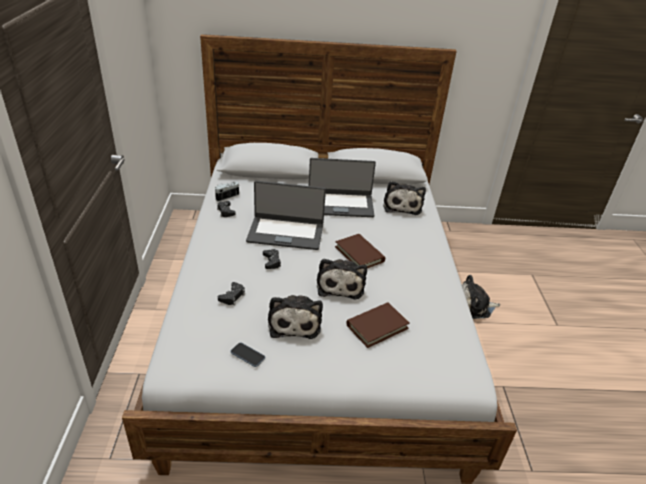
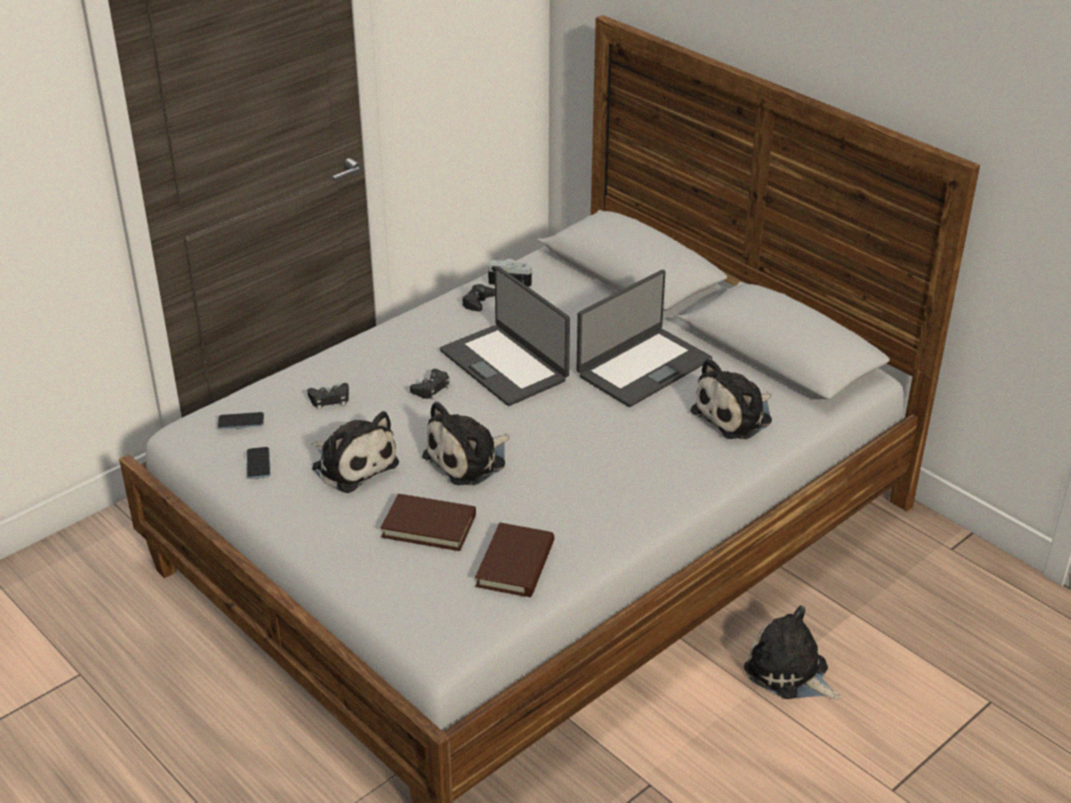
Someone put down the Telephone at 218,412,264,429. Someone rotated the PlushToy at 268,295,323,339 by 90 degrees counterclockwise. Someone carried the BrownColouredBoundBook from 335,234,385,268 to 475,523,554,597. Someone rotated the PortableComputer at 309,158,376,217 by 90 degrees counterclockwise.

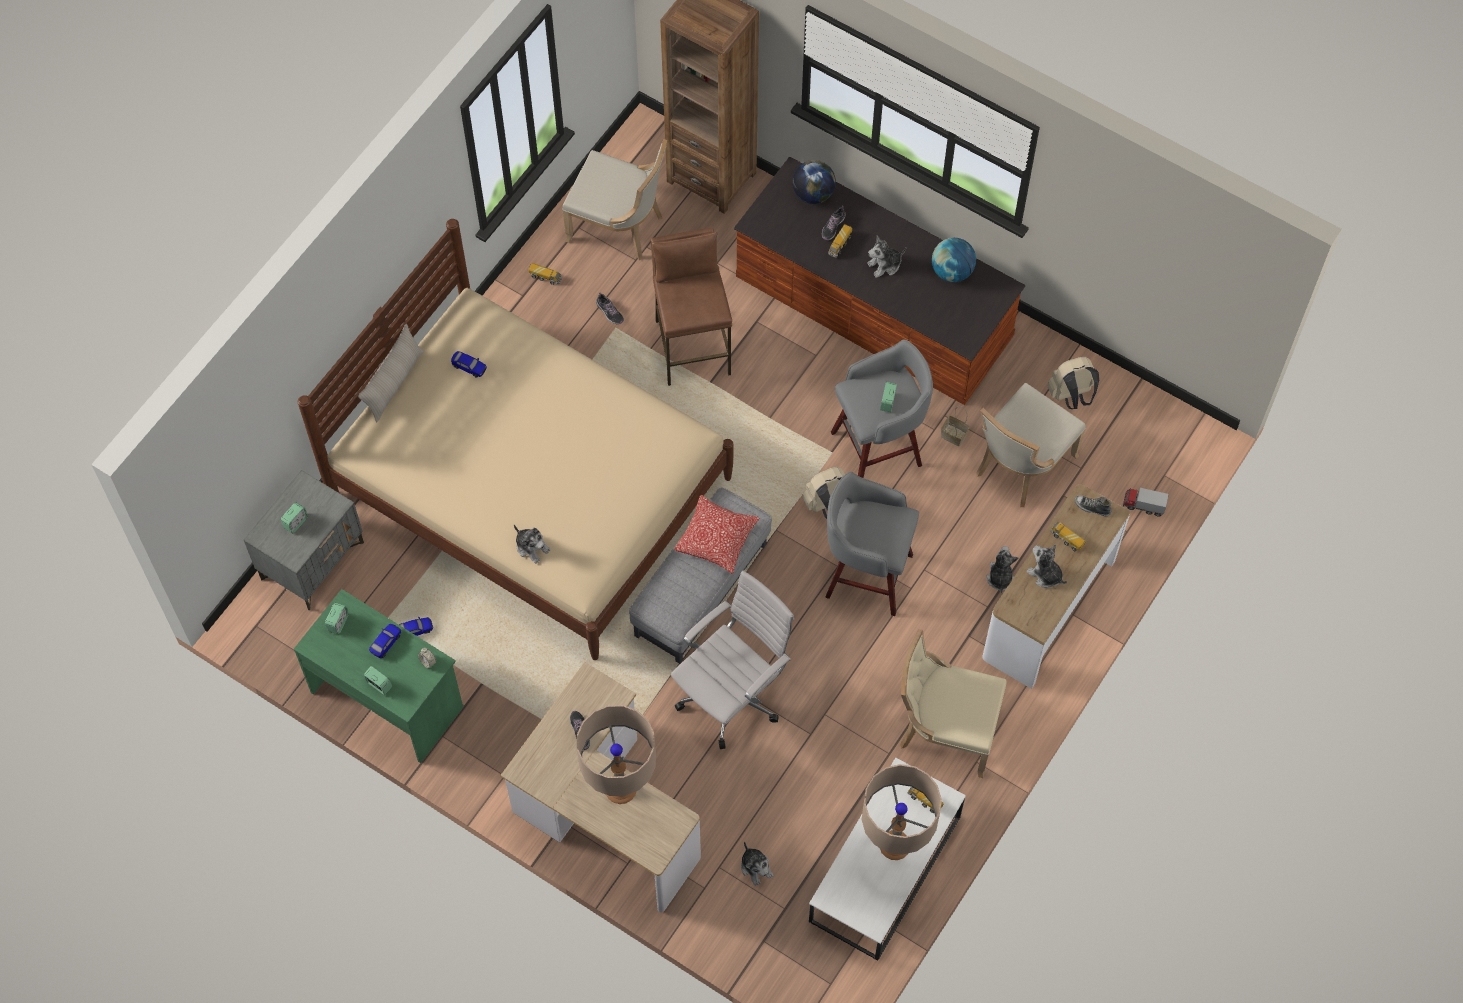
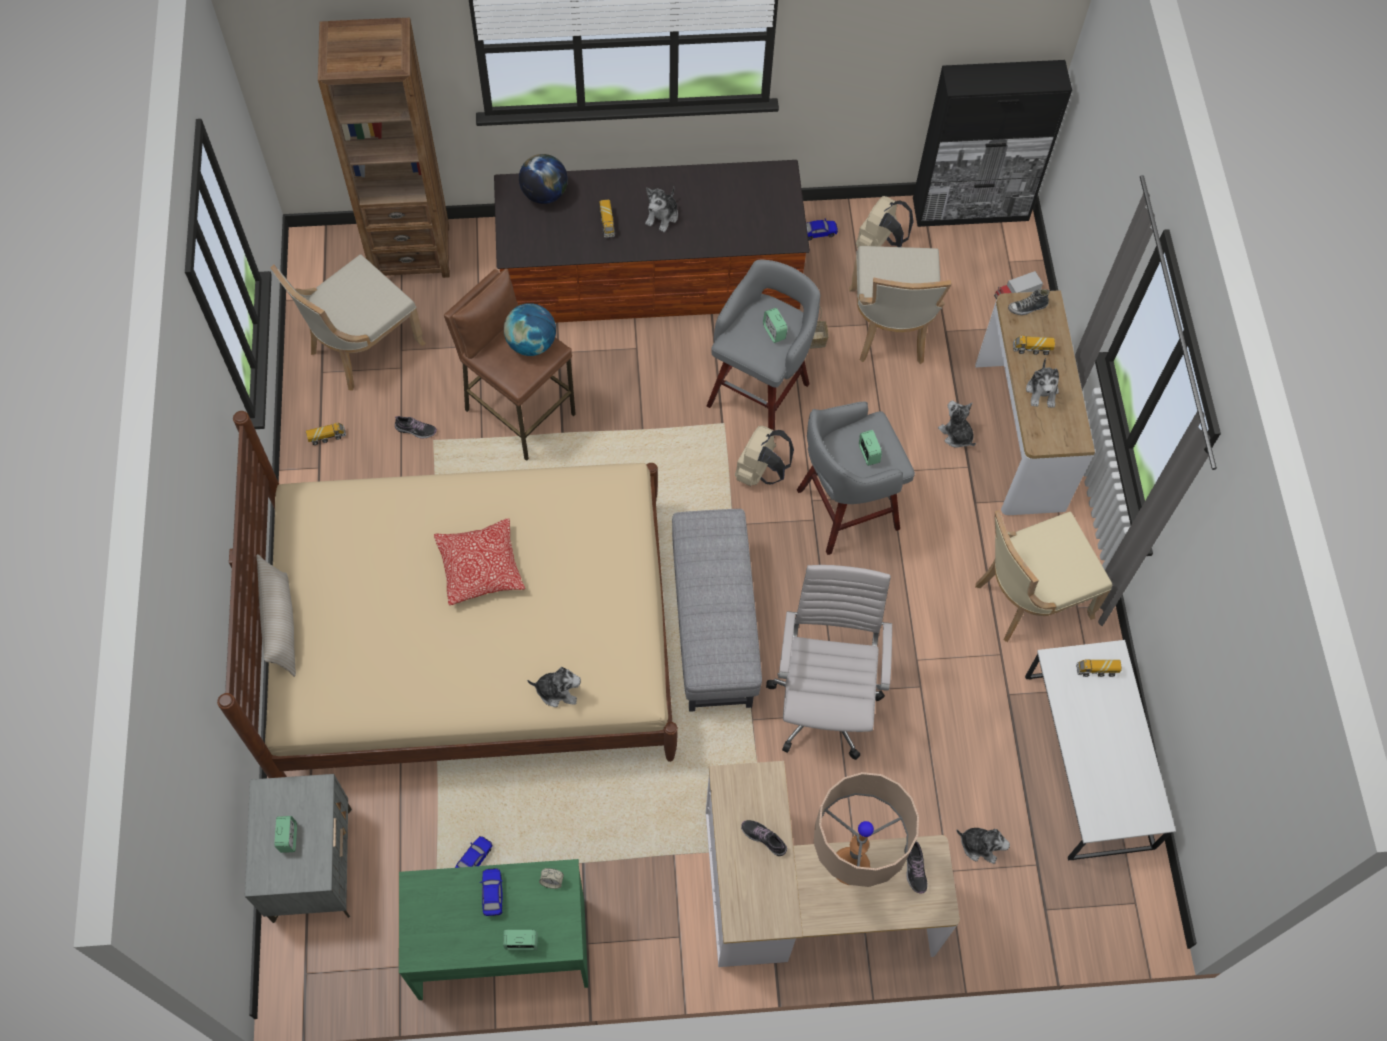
Someone rotated the BeigeChair at 562,139,667,260 by 150 degrees clockwise. Someone carried the Pillow from 674,495,759,574 to 434,518,525,605. Someone carried the WorldGlobe from 932,237,976,282 to 504,303,556,356. Someone carried the ToyCar from 451,351,487,378 to 806,219,838,240. Someone carried the BedsideClock from 325,603,349,635 to 859,430,882,466. Someone carried the ItemOfFootwear from 822,206,846,240 to 905,841,927,893. Someone put down the BlackColouredStorageCabinet at 913,60,1072,227. Someone rotated the PlushToy at 1027,544,1067,588 by 90 degrees counterclockwise. Someone took away the BeigeTableLamp at 862,764,942,860.

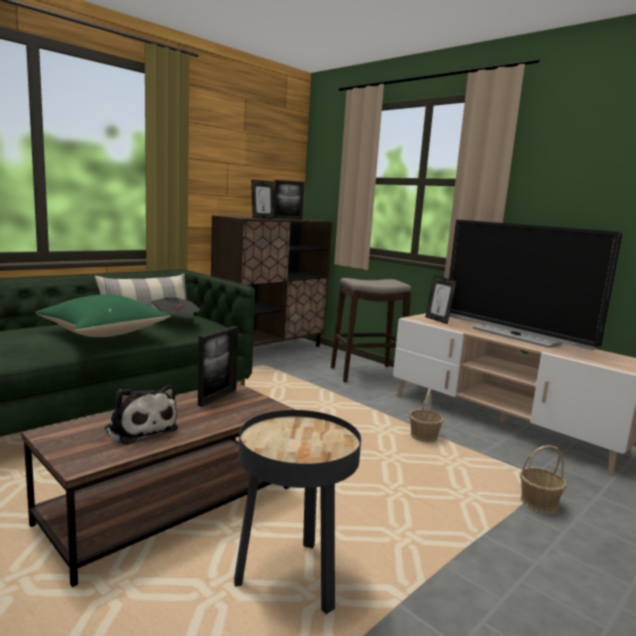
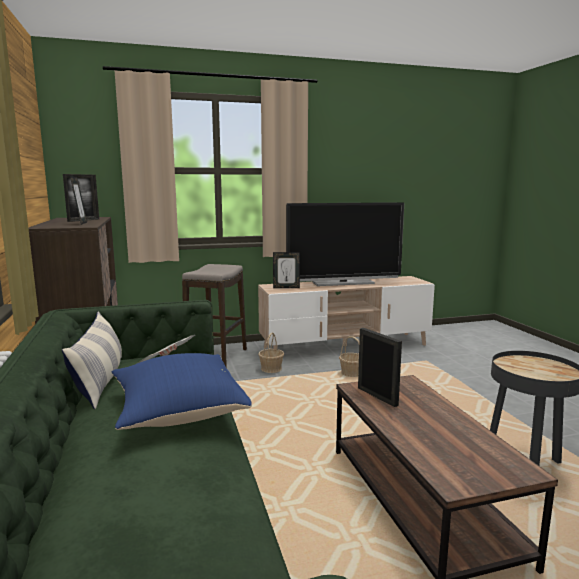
Someone repainted the GreenishPillow at 35,294,171,337, which became the BluePillow at 112,353,252,430. Someone carried the StorageBasket from 520,445,566,514 to 258,332,284,373. Someone took away the PlushToy at 105,384,178,445.

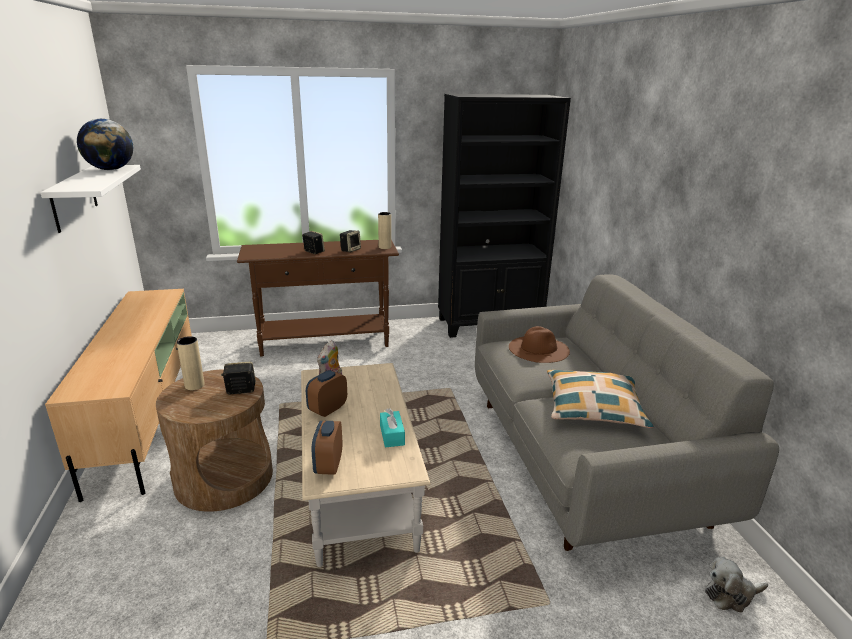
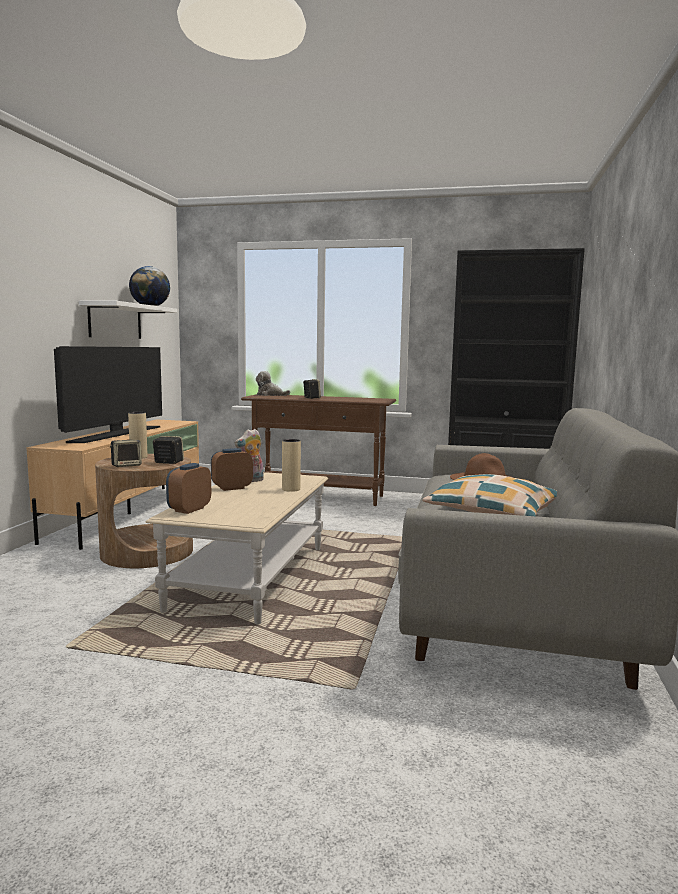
Someone put down the TvSet at 54,346,162,443. Someone carried the AudioSpeaker from 340,230,361,252 to 110,440,142,467. Someone carried the PlushToy from 705,557,768,613 to 256,371,290,396. Someone carried the BeigeDecorativeVase from 378,212,391,249 to 282,439,301,492. Someone took away the TurquoiseColouredTissueBox at 380,408,405,447.

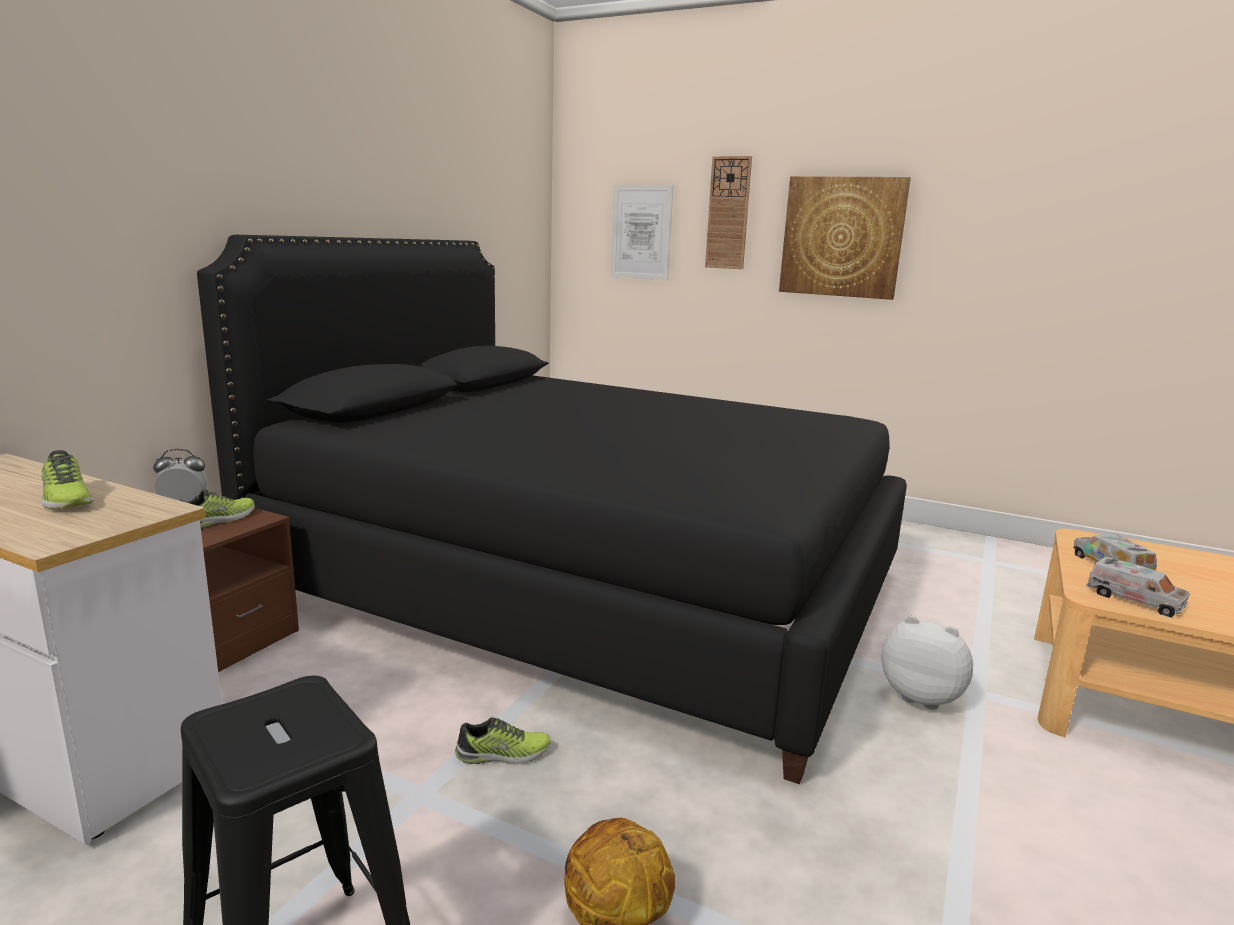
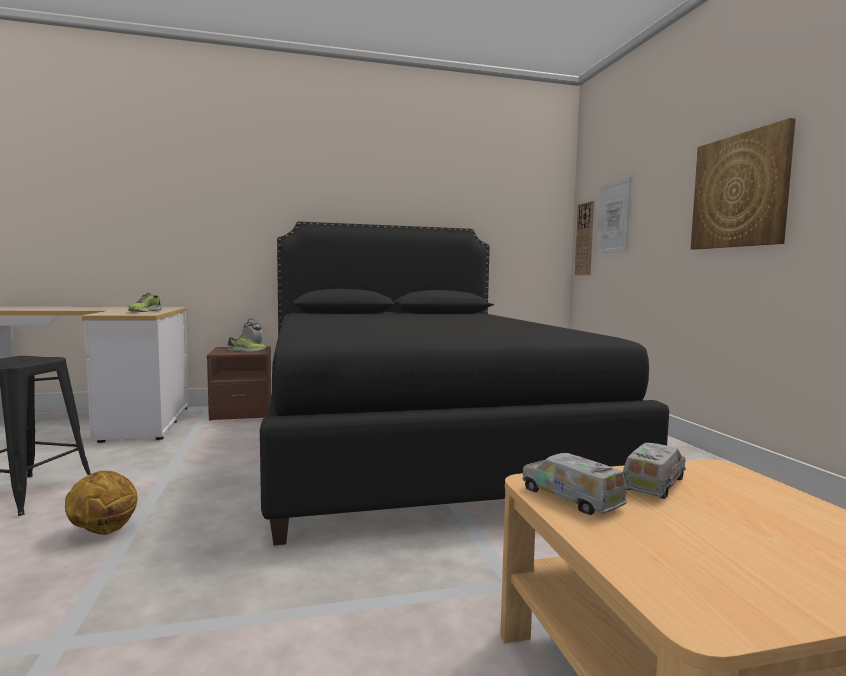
Someone rotated the ModelTruck at 1086,557,1190,617 by 135 degrees clockwise. Someone carried the WallClock from 705,156,752,269 to 575,201,594,275. Someone took away the ItemOfFootwear at 455,717,551,764. Someone took away the PlushToy at 881,616,973,710.

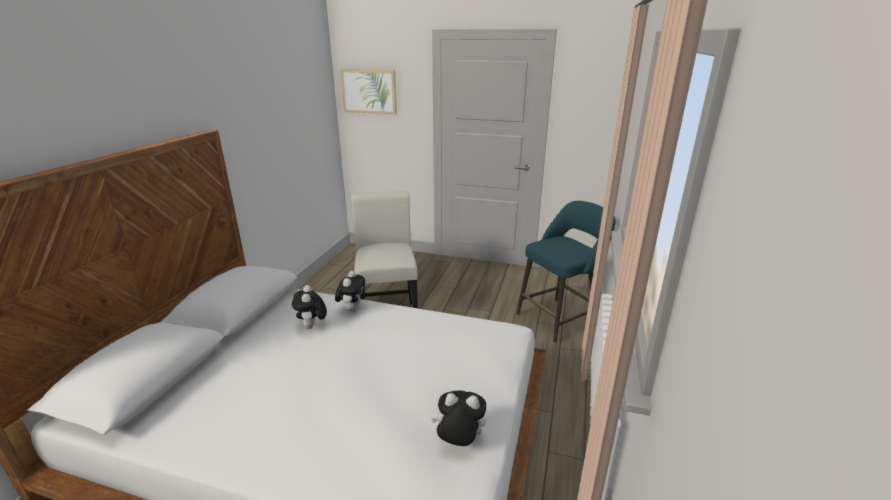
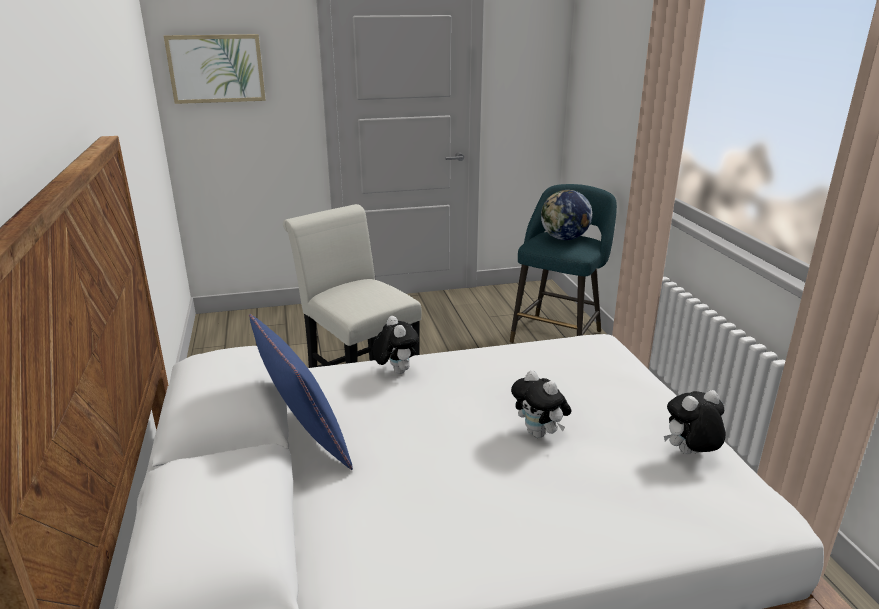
Someone put down the BluePillow at 249,314,353,470. Someone carried the PlushToy from 292,285,327,329 to 511,370,571,438. Someone put down the WorldGlobe at 541,190,592,240.

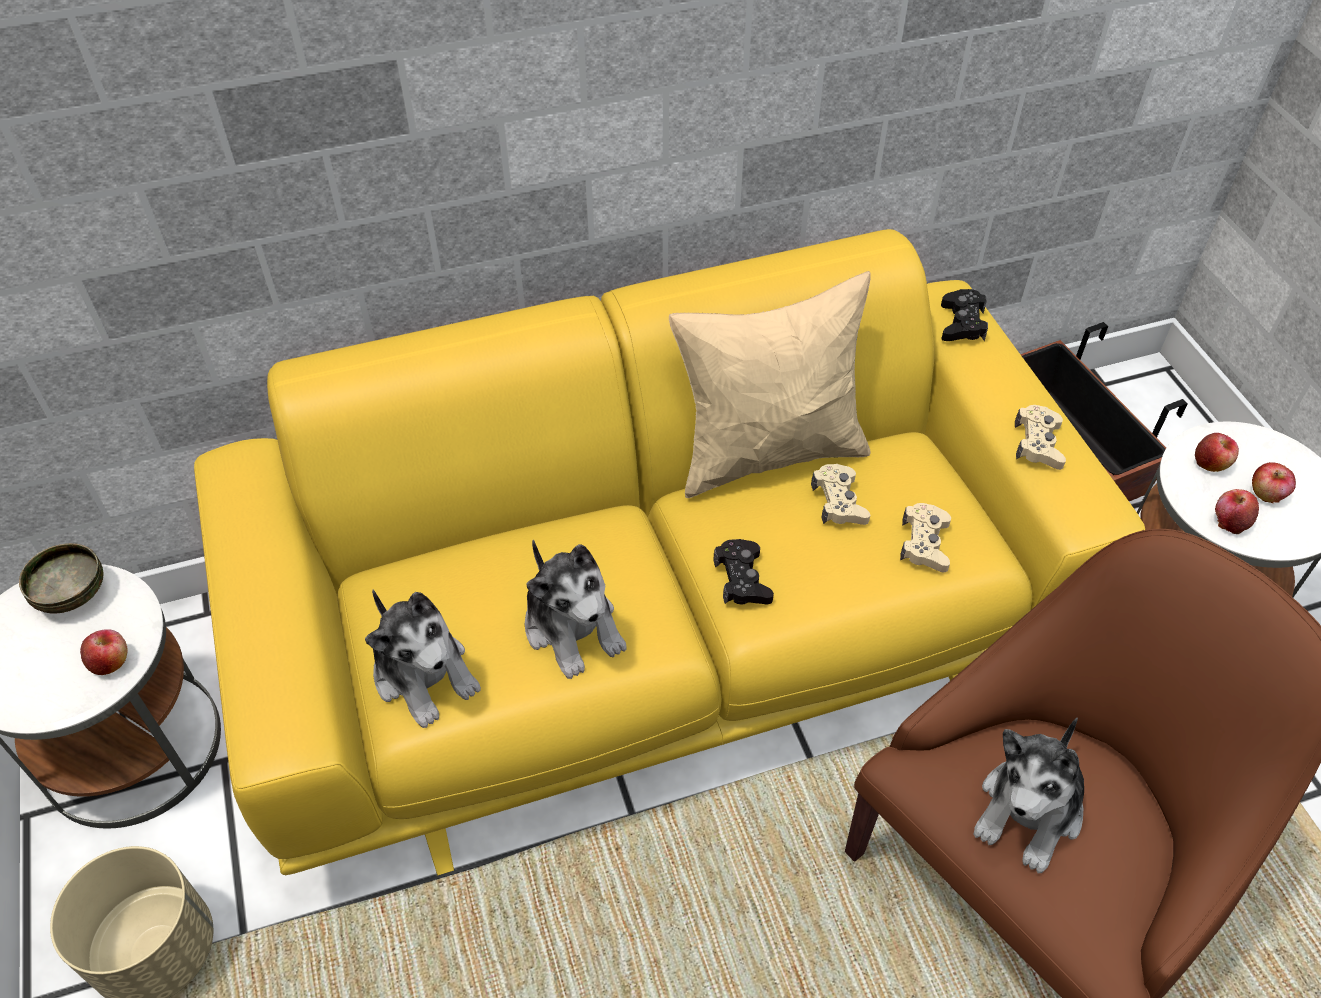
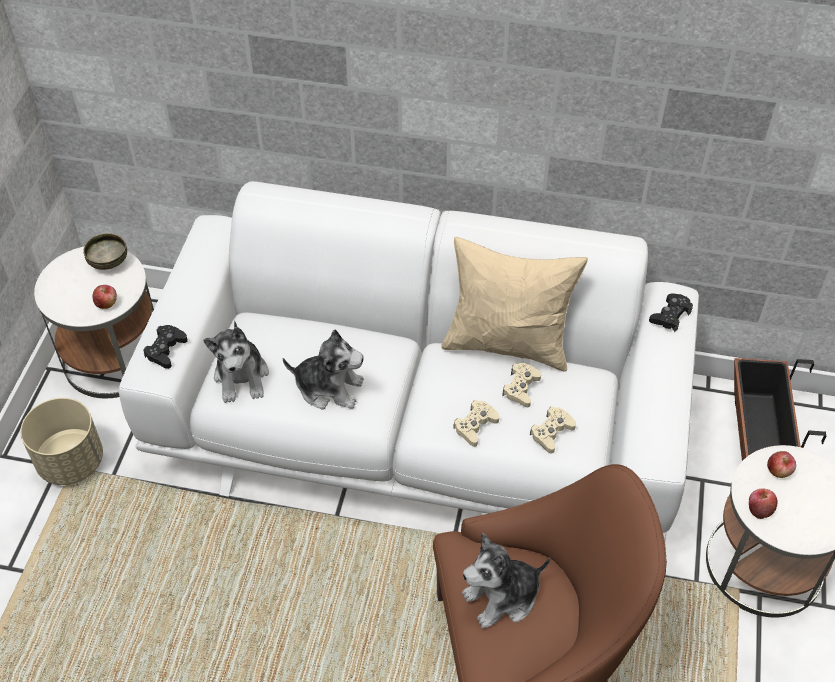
Someone repainted the YellowishSofa at 194,229,1145,875, which became the WhiteColouredSofa at 119,181,699,543. Someone carried the BlackColouredJoypad from 713,539,774,604 to 143,325,188,369. Someone rotated the PlushToy at 525,540,627,679 by 75 degrees counterclockwise. Someone carried the BeigeJoypad from 1015,405,1066,470 to 453,400,499,447. Someone took away the Apple at 1252,462,1296,503.

